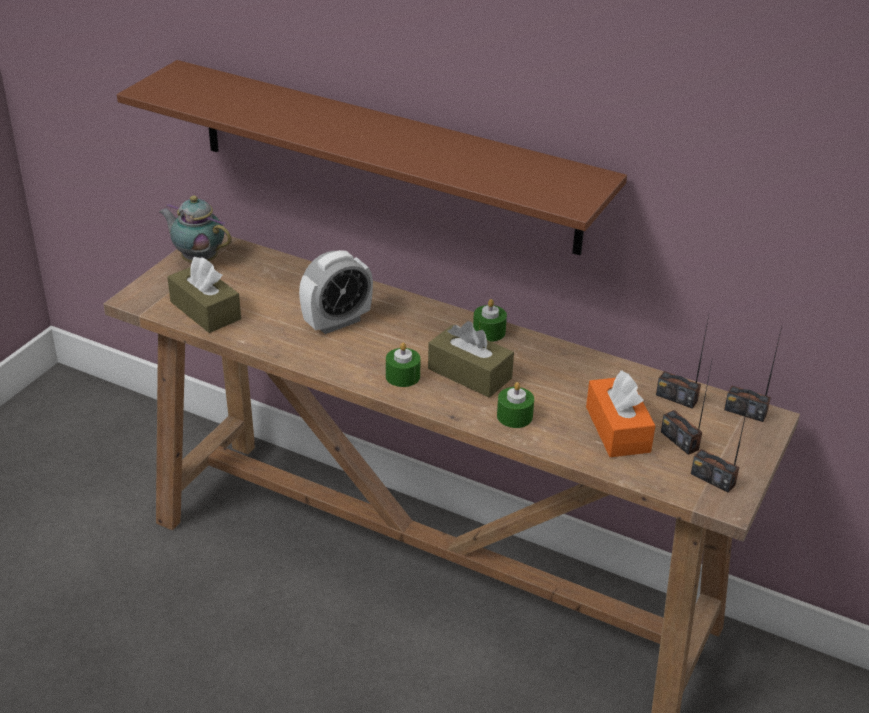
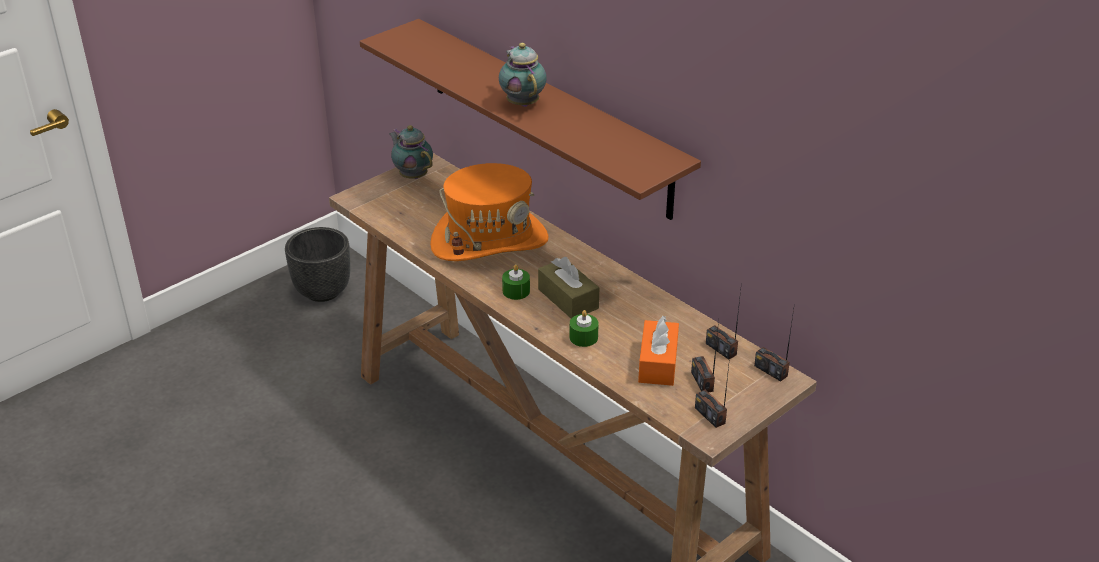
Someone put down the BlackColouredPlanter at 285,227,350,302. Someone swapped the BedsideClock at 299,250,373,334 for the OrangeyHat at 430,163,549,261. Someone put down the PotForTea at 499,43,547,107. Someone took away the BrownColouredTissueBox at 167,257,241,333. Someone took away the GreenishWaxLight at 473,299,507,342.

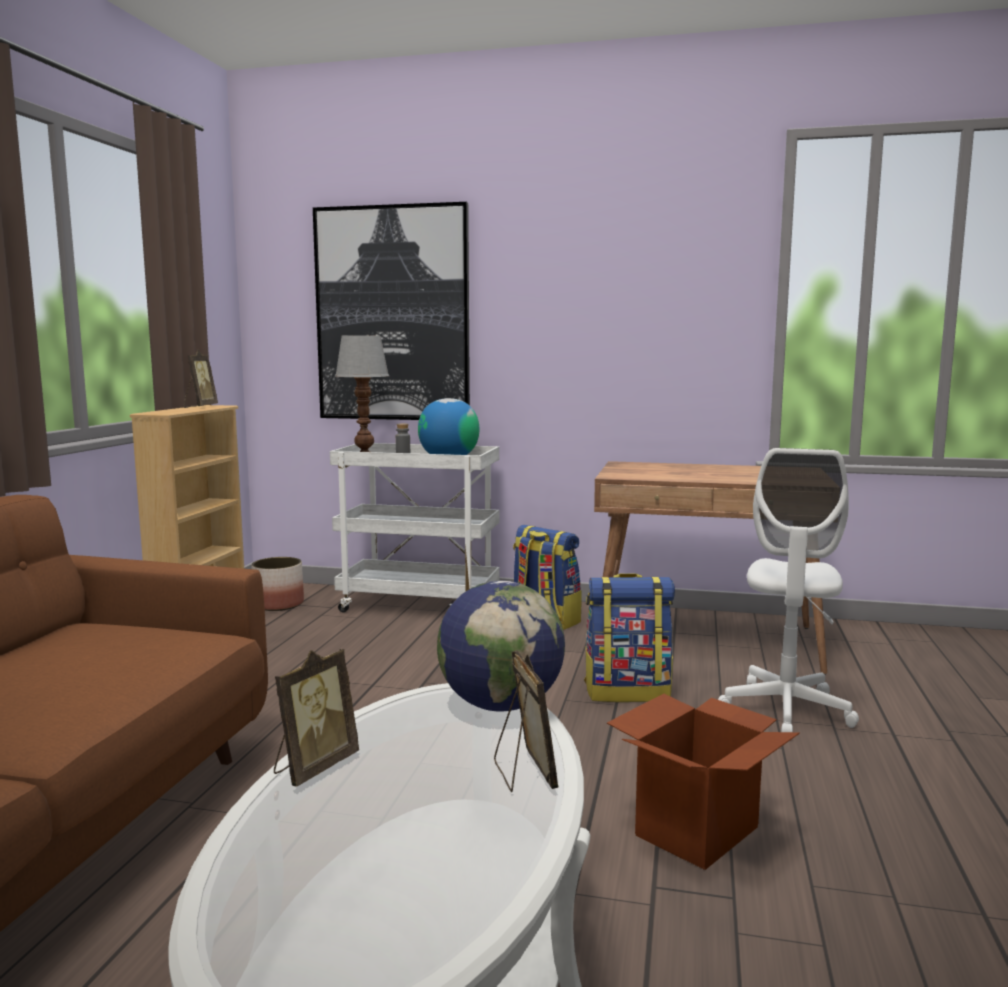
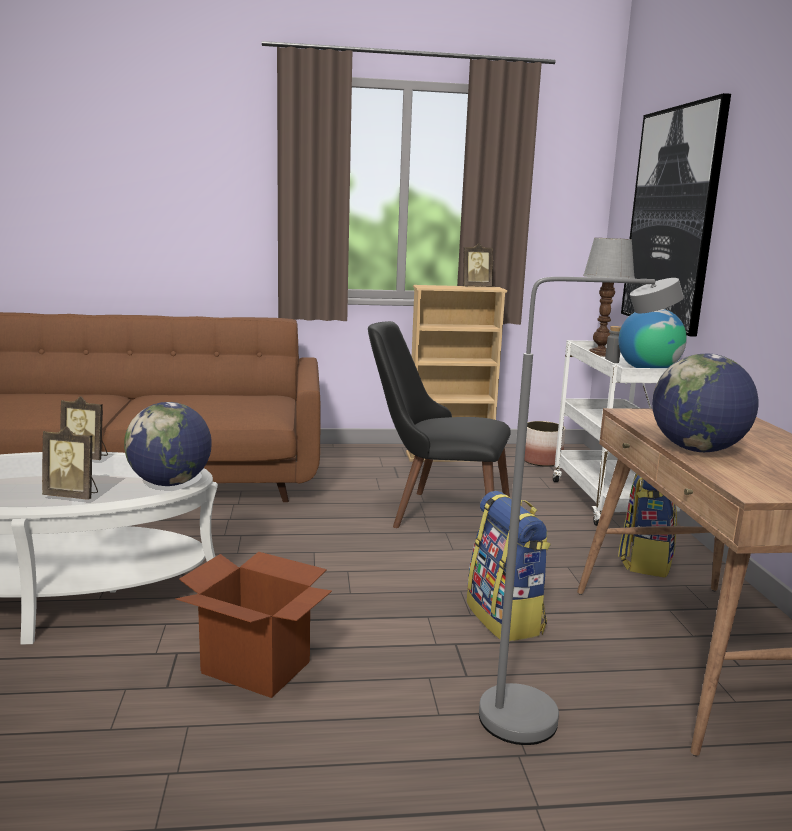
Someone rotated the PhotoFrame at 494,651,559,792 by 45 degrees clockwise. Someone put down the BlackColouredChair at 368,321,511,528. Someone swapped the WhiteColouredOfficeChair at 718,448,859,732 for the GrayStandingLamp at 479,277,684,745. Someone put down the WorldGlobe at 652,354,759,452.

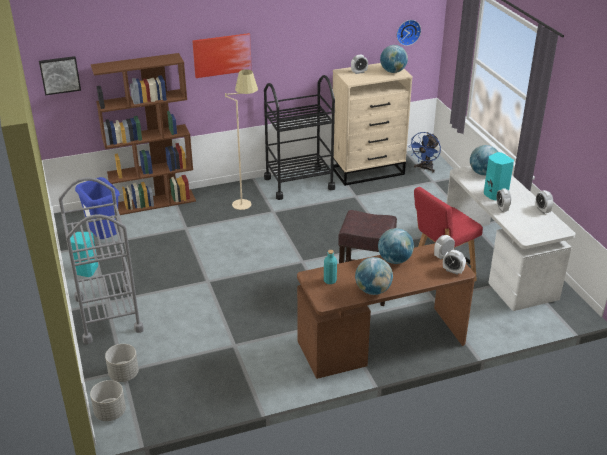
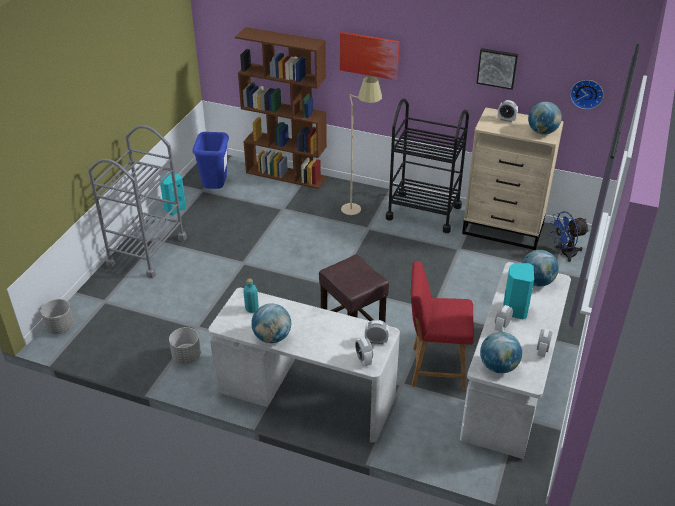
Someone carried the GrayPlanter from 105,344,139,382 to 169,327,201,364. Someone repainted the BrownColouredDeskUnit at 297,243,475,379, which became the WhiteColouredDeskUnit at 208,288,400,442. Someone carried the WallArt from 39,56,81,95 to 476,48,518,90. Someone carried the WorldGlobe from 378,228,414,264 to 480,332,522,373.

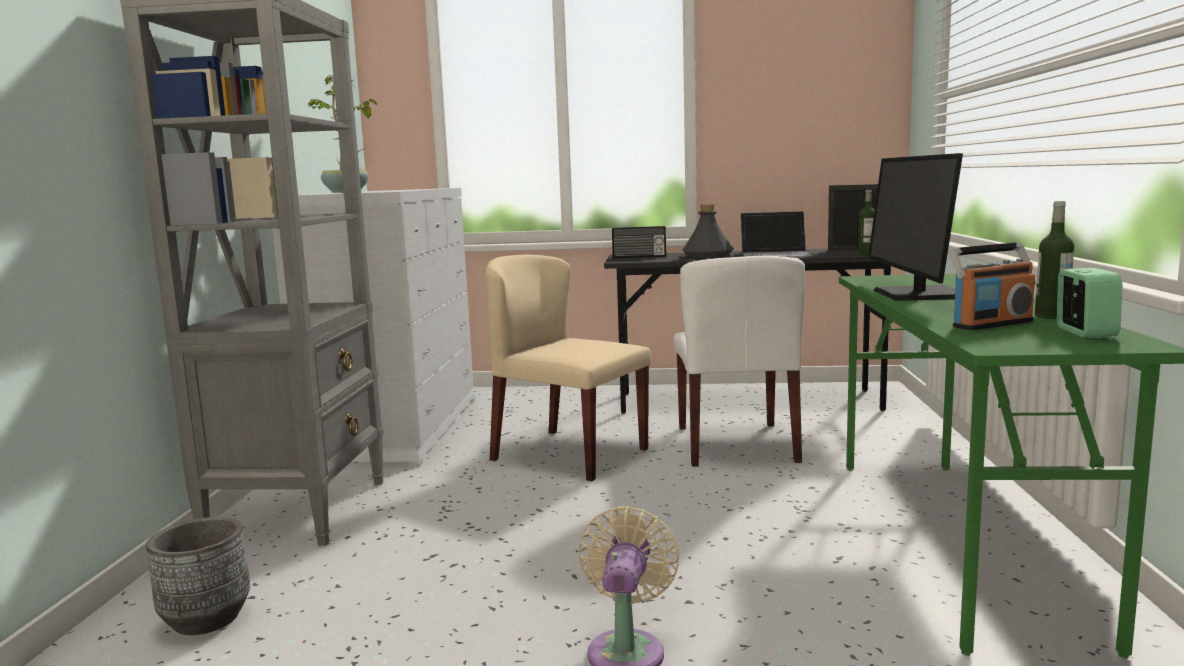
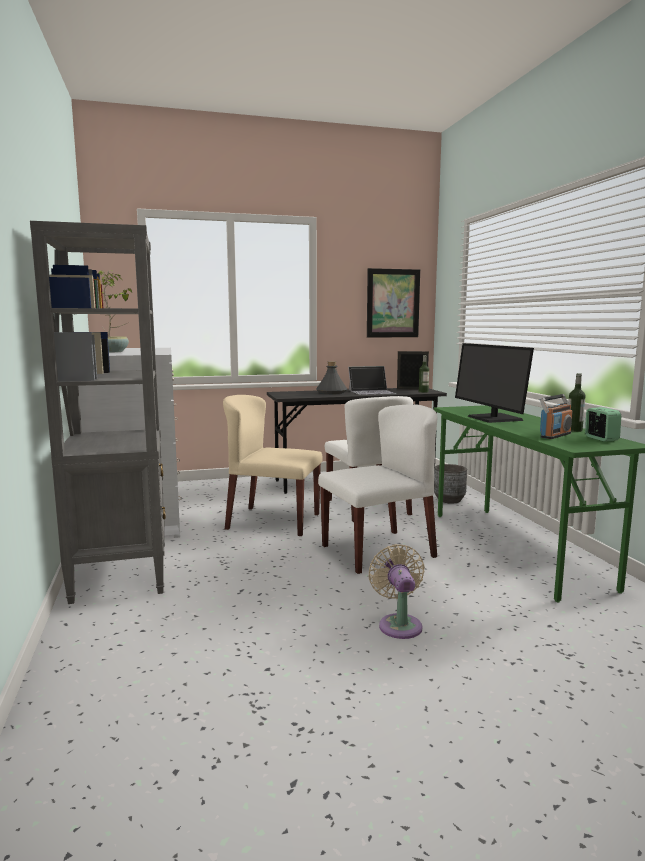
Someone put down the WhiteColouredChair at 318,404,437,574. Someone put up the WallArt at 367,268,420,338. Someone carried the GrayPlanter from 146,517,250,635 to 434,464,467,504. Someone took away the RadioReceiver at 612,226,666,258.

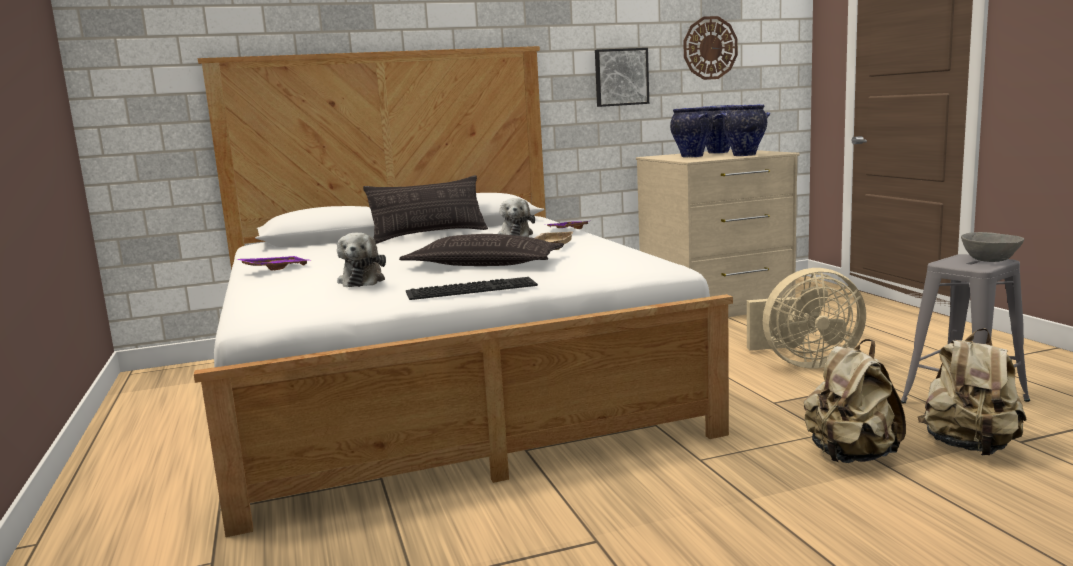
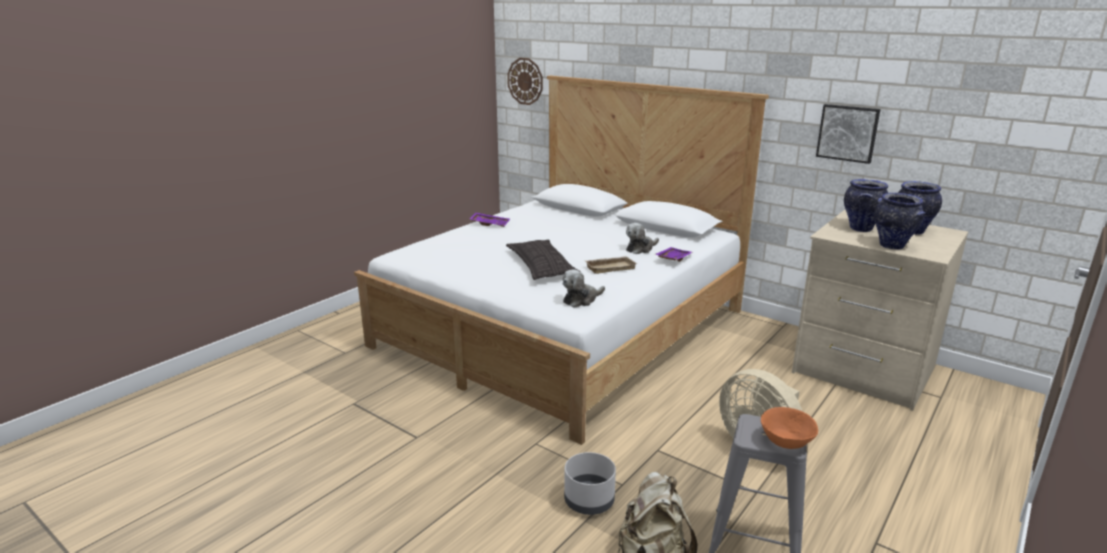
Someone carried the WallClock from 683,16,738,80 to 507,58,543,105. Someone carried the PlushToy from 337,233,386,287 to 563,269,605,308. Someone swapped the BeigeRucksack at 804,339,906,463 for the GrayPlanter at 564,452,616,515. Someone repainted the GrayBowl at 961,232,1024,262, which became the OrangeyBowl at 761,407,818,449. Someone took away the Pillow at 363,175,488,244. Someone took away the ComputerKeyboard at 406,277,538,300.

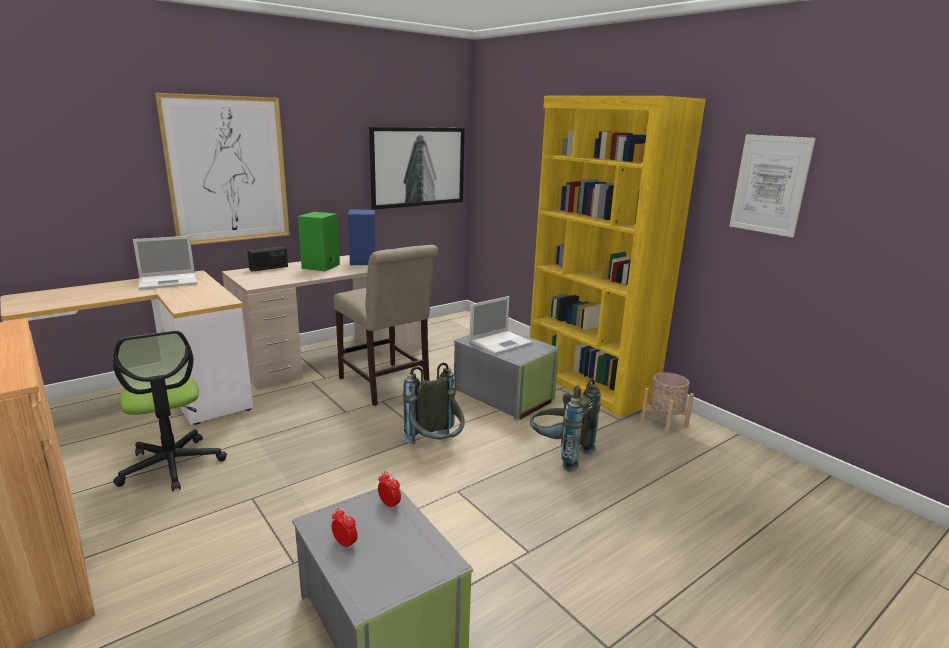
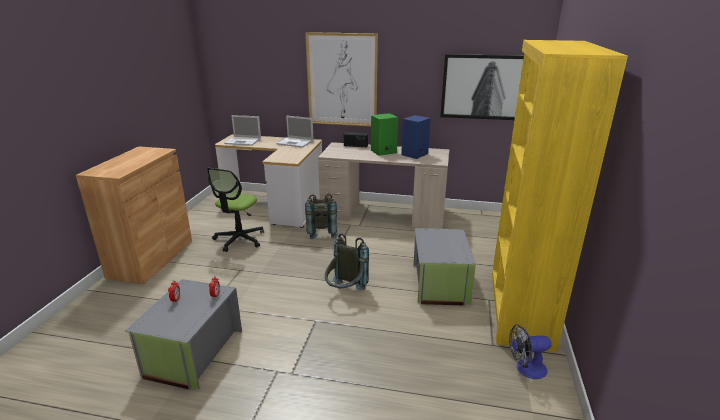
Someone carried the PortableComputer from 469,296,533,354 to 224,115,261,146. Someone carried the GrayRucksack from 530,379,601,471 to 305,194,339,239. Someone swapped the BeigePlanter at 641,372,694,435 for the Fan at 509,324,551,379. Someone took away the BeigeChair at 333,245,438,406. Someone took away the WallArt at 729,134,816,237.

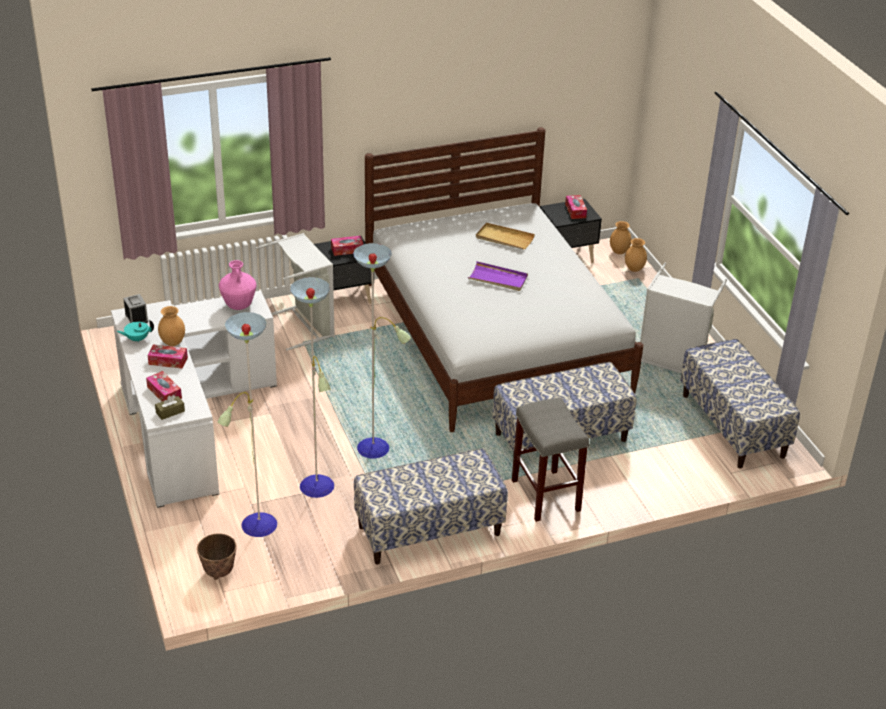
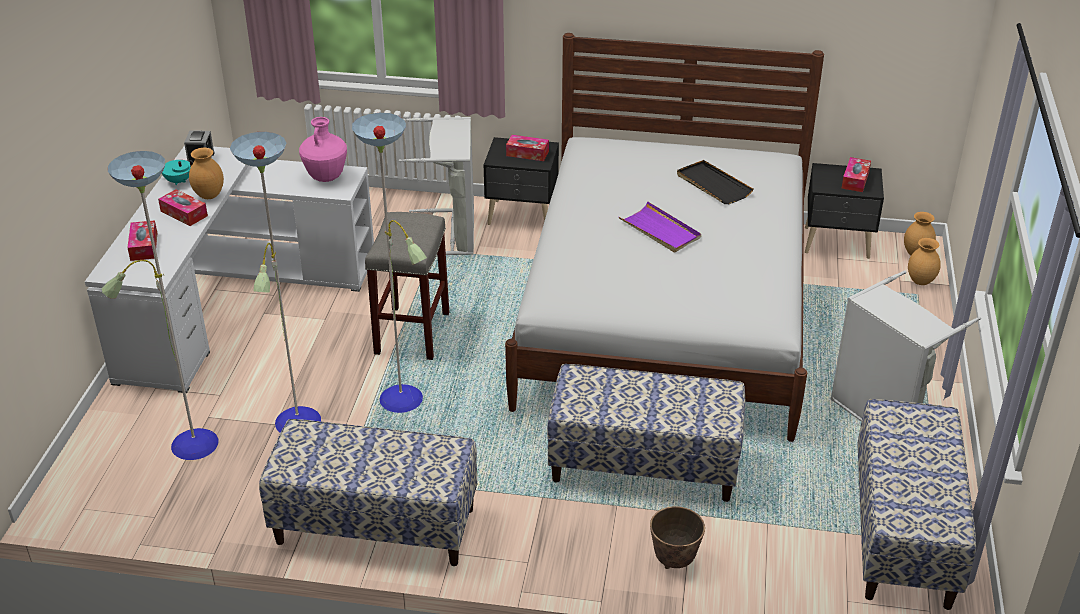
Someone carried the GrayStool from 512,398,589,522 to 365,212,449,360. Someone carried the Planter from 197,533,237,580 to 650,506,705,569. Someone repainted the BeigeTray at 476,223,535,250, which became the BlackColouredTray at 677,160,753,204. Someone took away the BrownColouredTissueBox at 155,395,185,420.

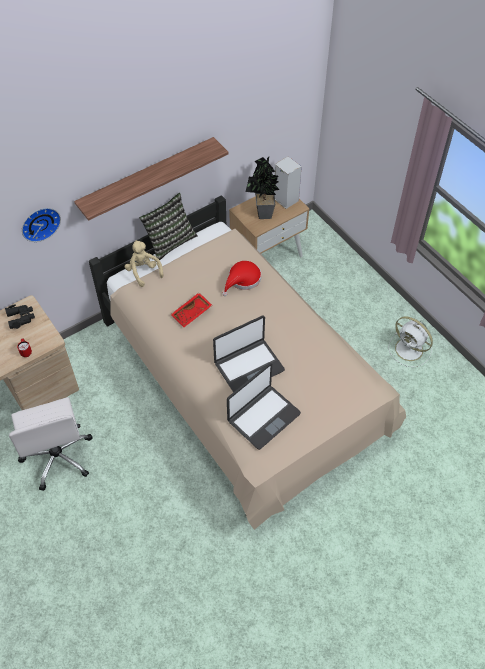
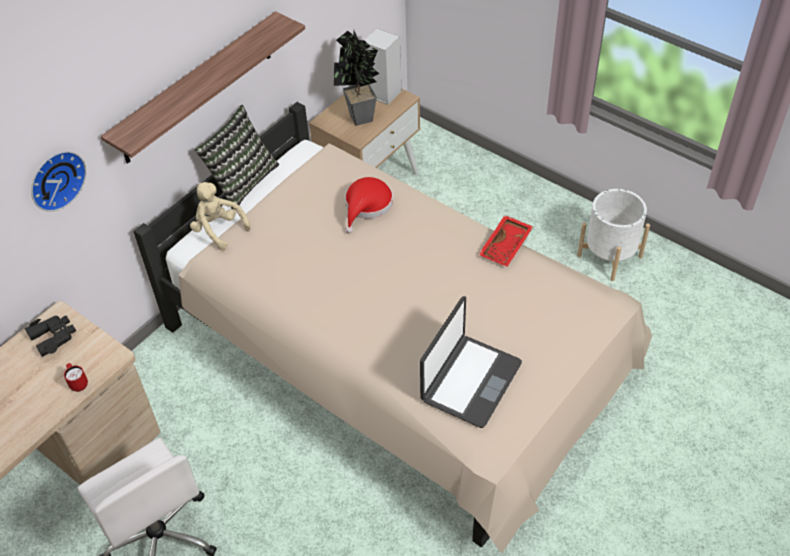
Someone carried the RedTray from 170,293,212,327 to 478,215,533,267. Someone swapped the WhiteColouredFan at 388,317,433,367 for the WhiteColouredPlanter at 577,189,650,281. Someone took away the PortableComputer at 213,316,285,392.

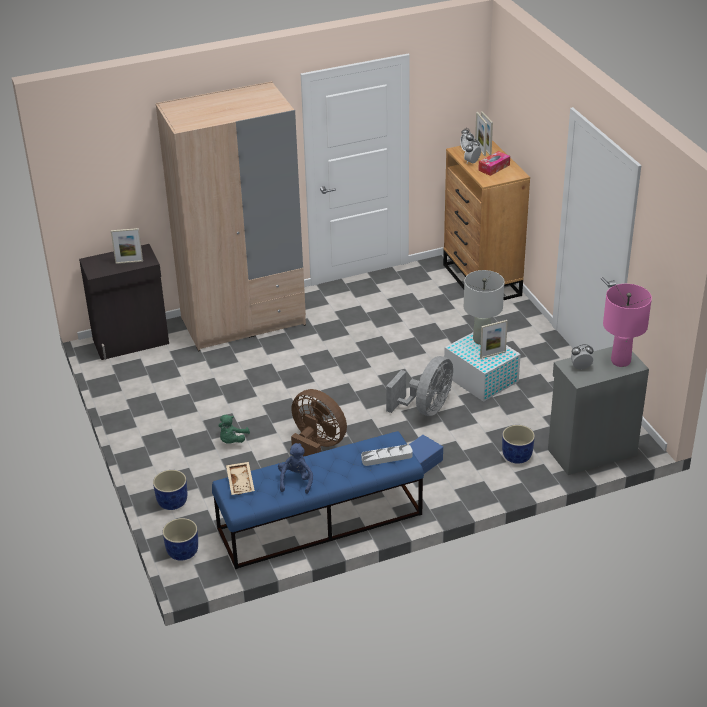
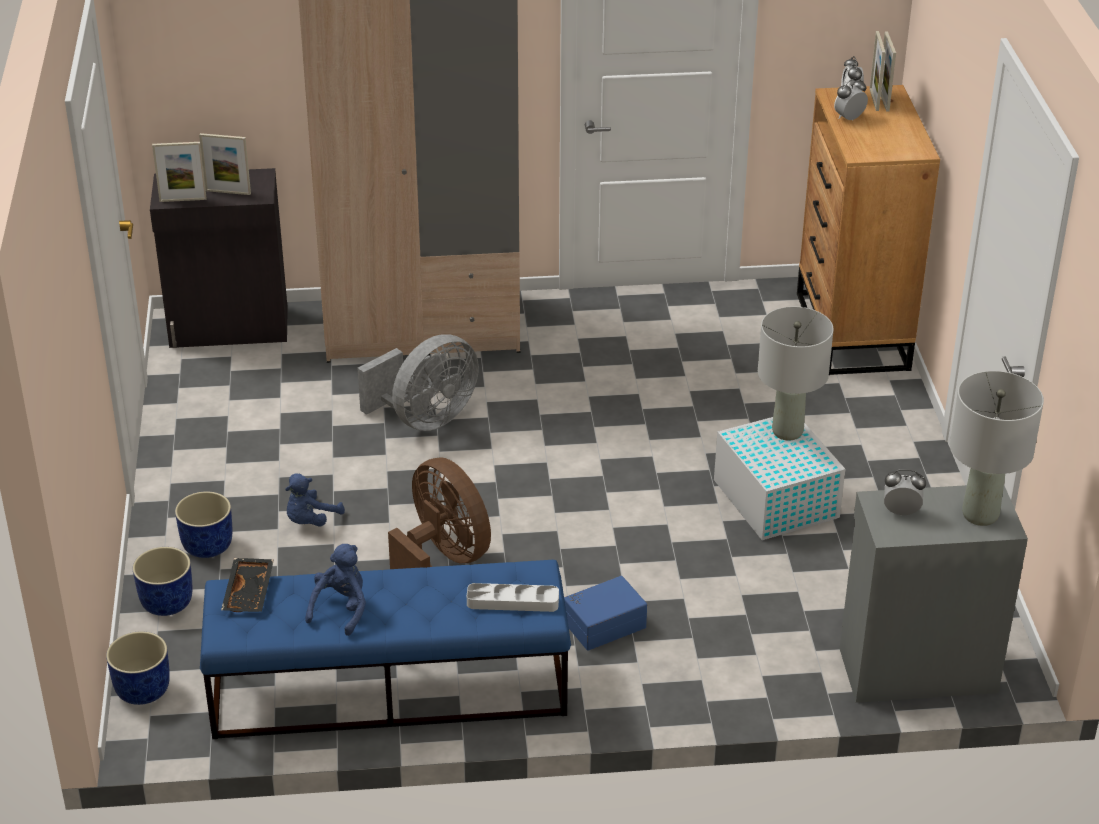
Someone carried the PhotoFrame from 480,320,508,359 to 152,142,207,202. Someone carried the BluePlanter from 502,425,535,464 to 175,491,232,558. Someone repainted the BeigeTray at 226,462,255,495, which became the BlackColouredTray at 221,558,274,612. Someone repainted the GreenishPlushToy at 218,415,250,444, which became the BluePlushToy at 285,473,345,527. Someone carried the GrayFan from 386,356,453,416 to 358,334,479,431. Someone repainted the PinkColouredTableLamp at 603,284,652,367, which became the GrayTableLamp at 950,371,1044,526. Someone took away the TissueBox at 478,151,510,176.

